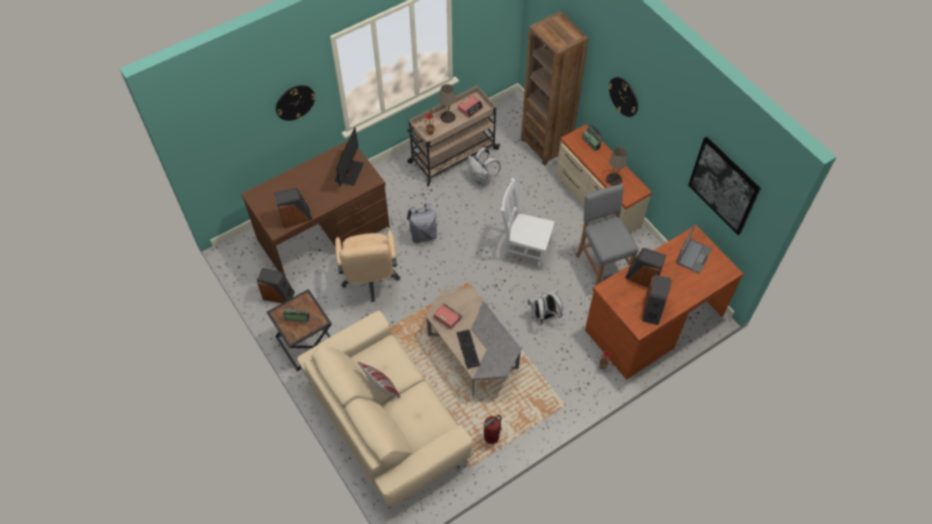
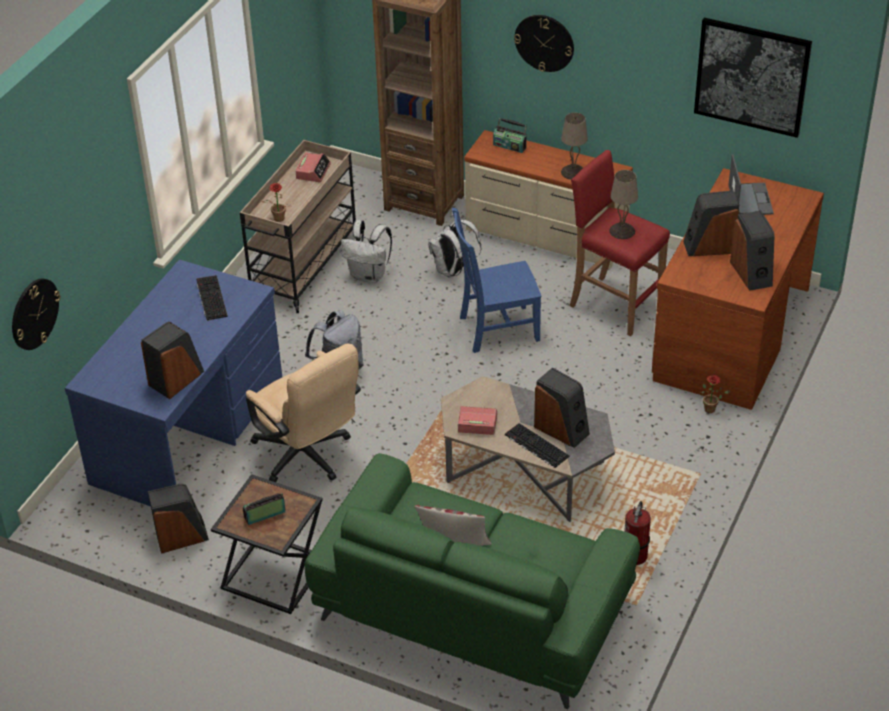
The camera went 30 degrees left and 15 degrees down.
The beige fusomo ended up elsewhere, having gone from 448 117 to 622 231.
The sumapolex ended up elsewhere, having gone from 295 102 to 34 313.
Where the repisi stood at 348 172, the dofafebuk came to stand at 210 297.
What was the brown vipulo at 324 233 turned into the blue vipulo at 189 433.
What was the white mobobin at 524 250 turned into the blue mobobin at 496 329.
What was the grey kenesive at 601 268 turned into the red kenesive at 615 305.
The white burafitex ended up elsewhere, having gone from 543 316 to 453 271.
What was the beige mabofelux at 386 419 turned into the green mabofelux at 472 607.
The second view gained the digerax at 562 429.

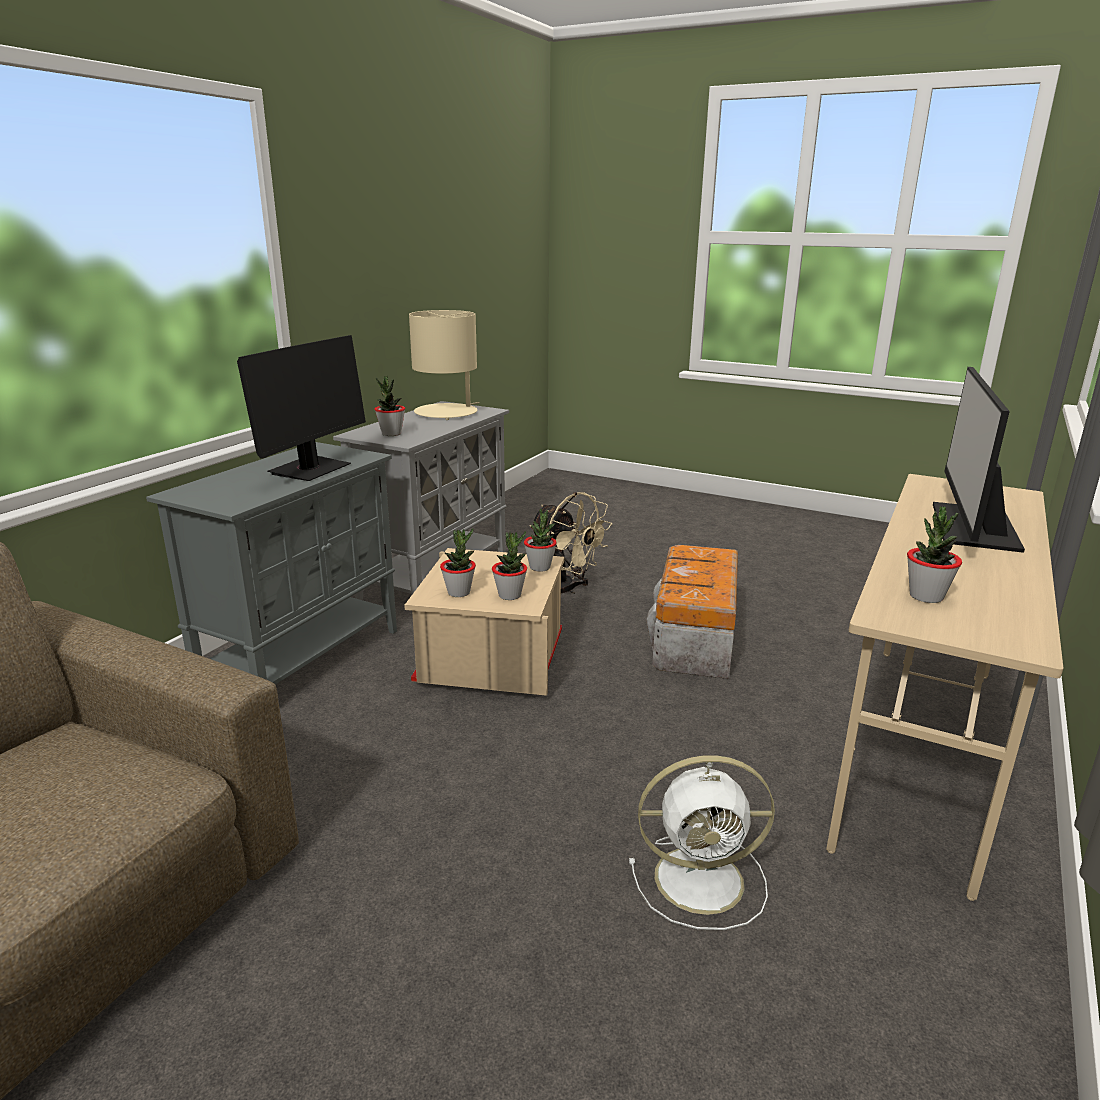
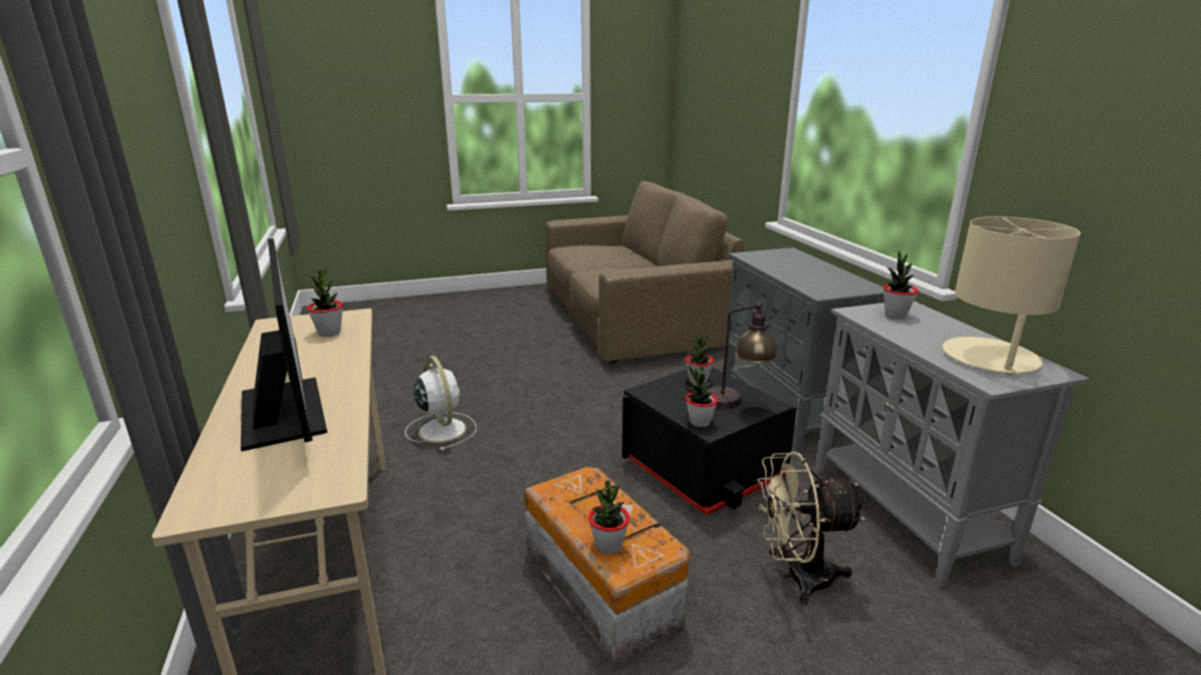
The camera went 135 degrees right and 0 degrees up.
The second view lost the repisi at 310 469.
The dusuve ended up elsewhere, having gone from 510 595 to 608 545.
What was the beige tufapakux at 489 660 turned into the black tufapakux at 703 468.
The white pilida at 703 879 ended up facing another way, 105 degrees clockwise from before.
The second view gained the fusomo at 736 403.

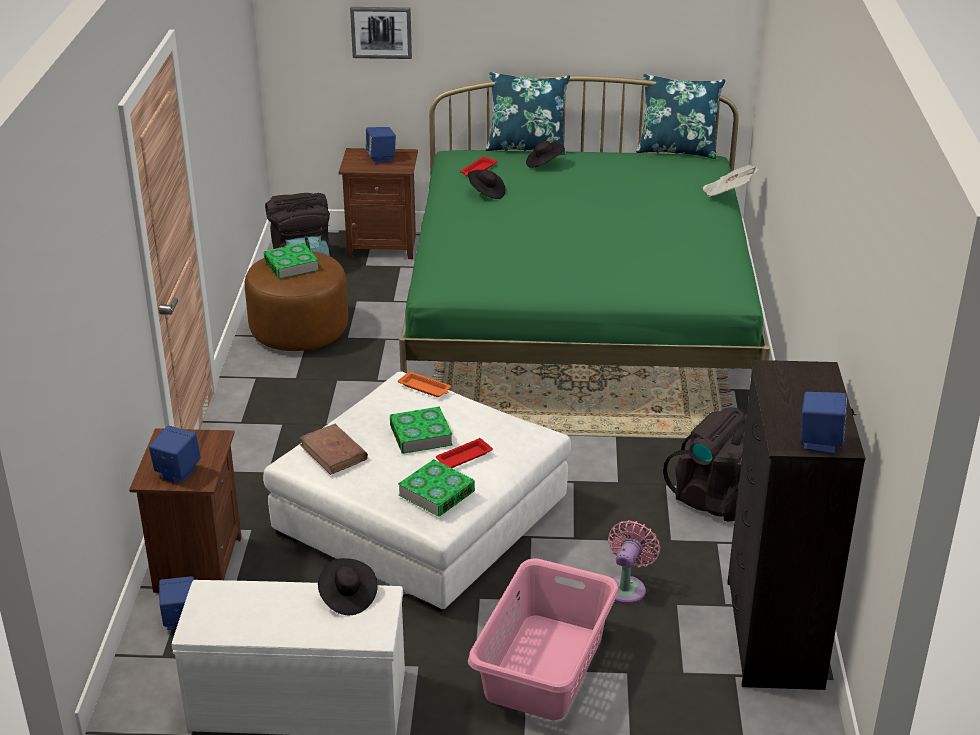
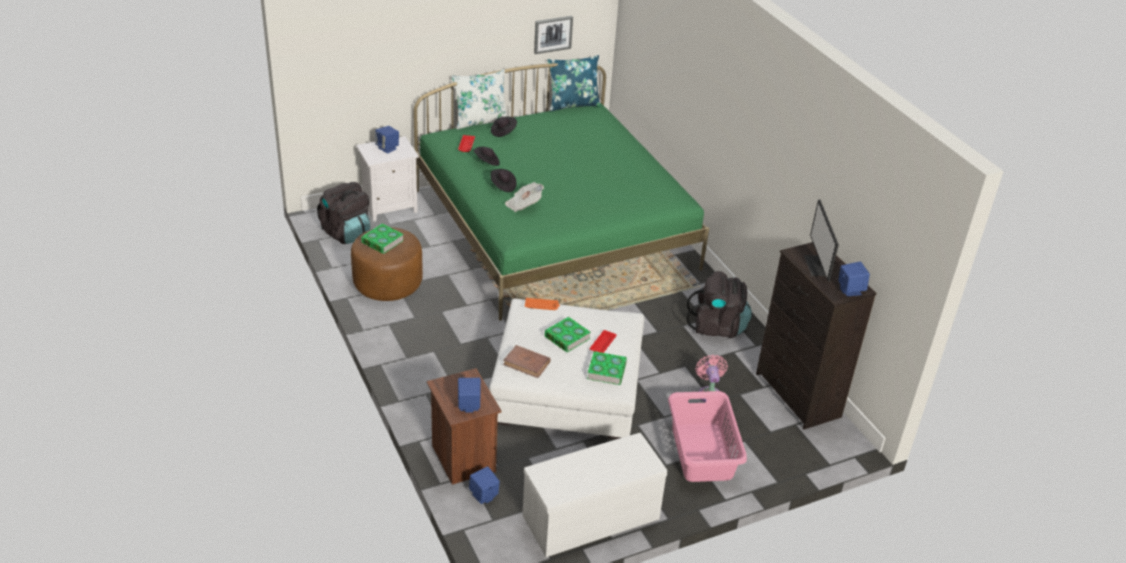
The camera went 30 degrees left and 5 degrees up.
The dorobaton ended up elsewhere, having gone from 381 32 to 553 34.
What was the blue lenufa at 527 147 turned into the white lenufa at 480 121.
What was the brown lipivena at 382 246 turned into the white lipivena at 389 207.
The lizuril ended up elsewhere, having gone from 727 193 to 523 205.
The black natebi ended up elsewhere, having gone from 347 597 to 503 186.
The second view gained the repisi at 818 266.

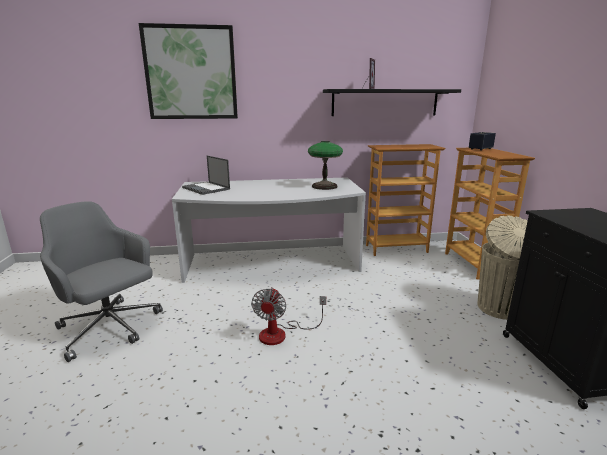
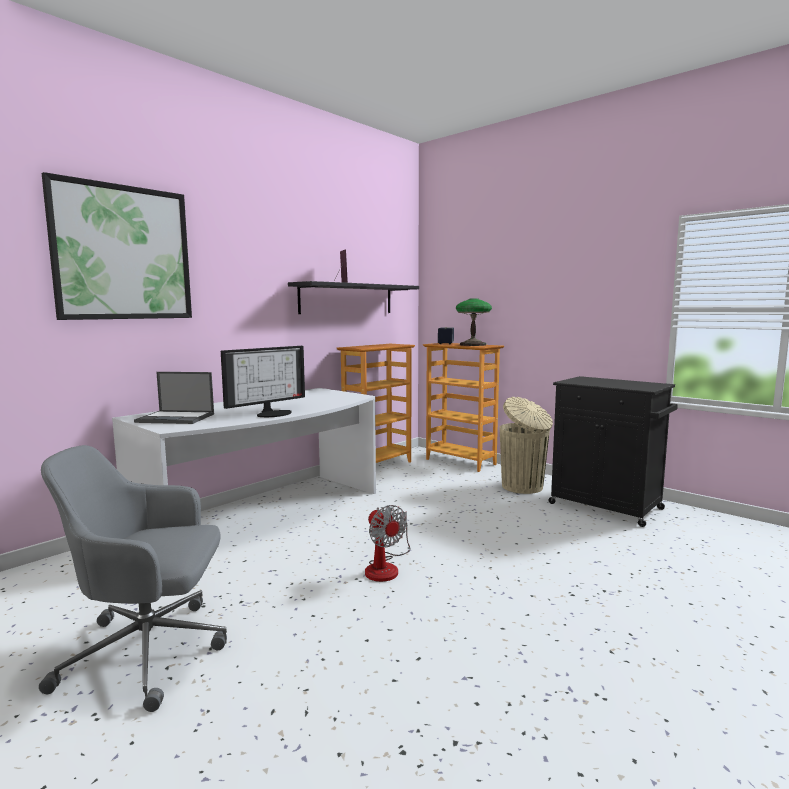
The camera went 40 degrees left and 10 degrees down.
The fusomo ended up elsewhere, having gone from 324 186 to 472 345.
The second view gained the repisi at 273 413.

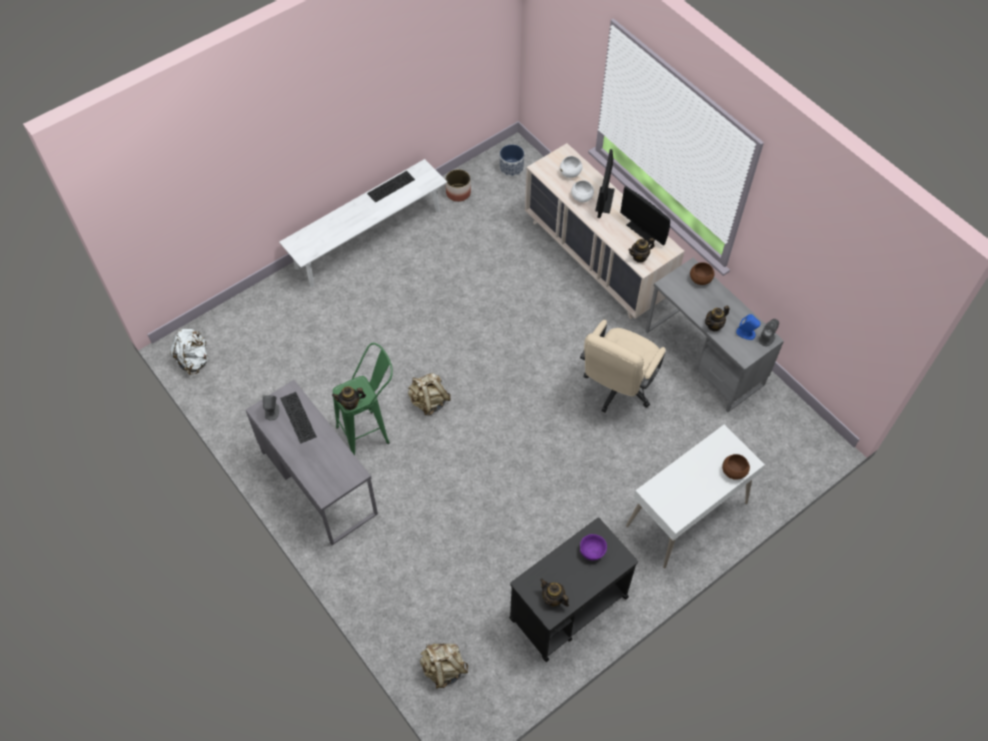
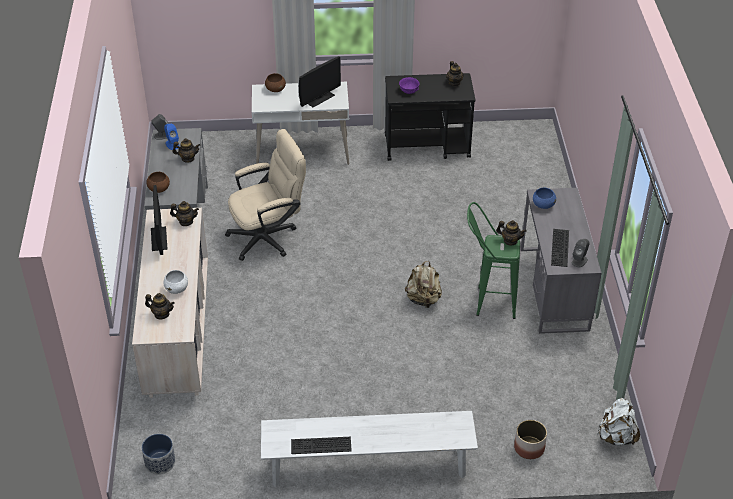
The camera went 145 degrees left and 15 degrees down.
The repisi ended up elsewhere, having gone from 605 200 to 319 98.
Where the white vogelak stood at 570 173, the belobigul came to stand at 161 314.
The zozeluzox ended up elsewhere, having gone from 458 192 to 529 448.
The second view lost the beige burafitex at 443 669.
The second view gained the blue vogelak at 543 205.

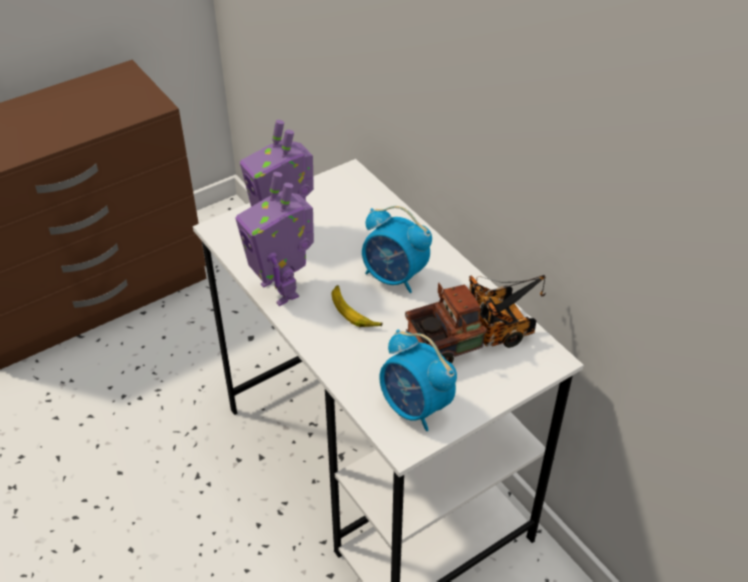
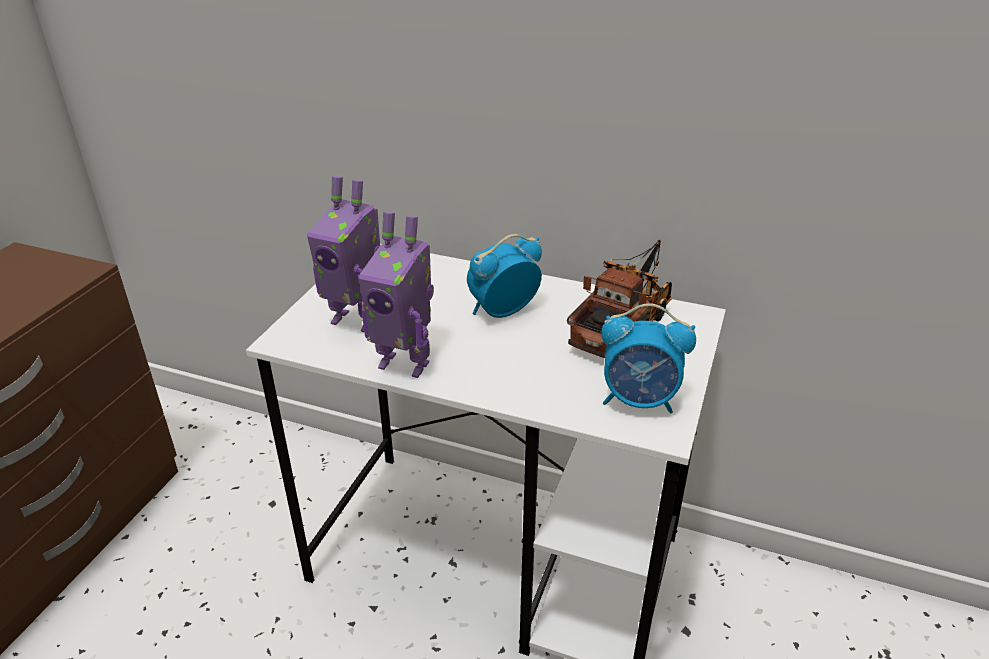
The camera went 35 degrees left and 10 degrees down.
The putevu at 394 277 ended up facing another way, 150 degrees clockwise from before.
The second view lost the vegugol at 354 312.

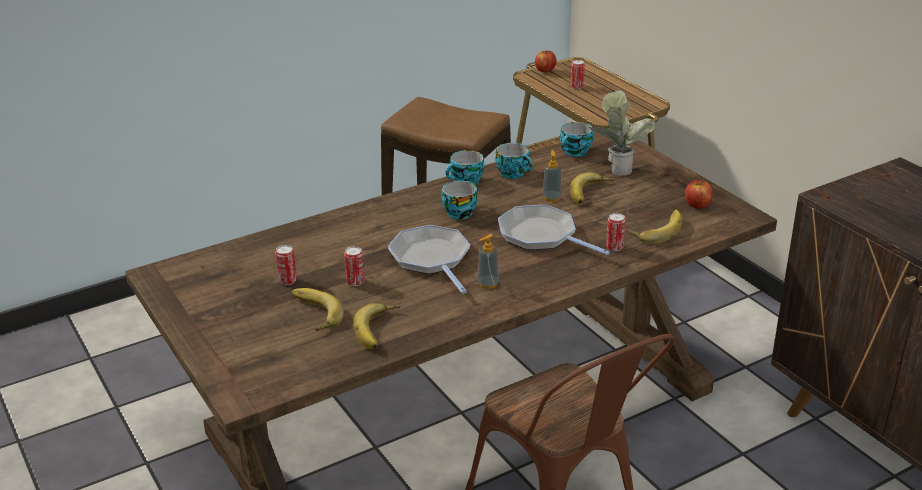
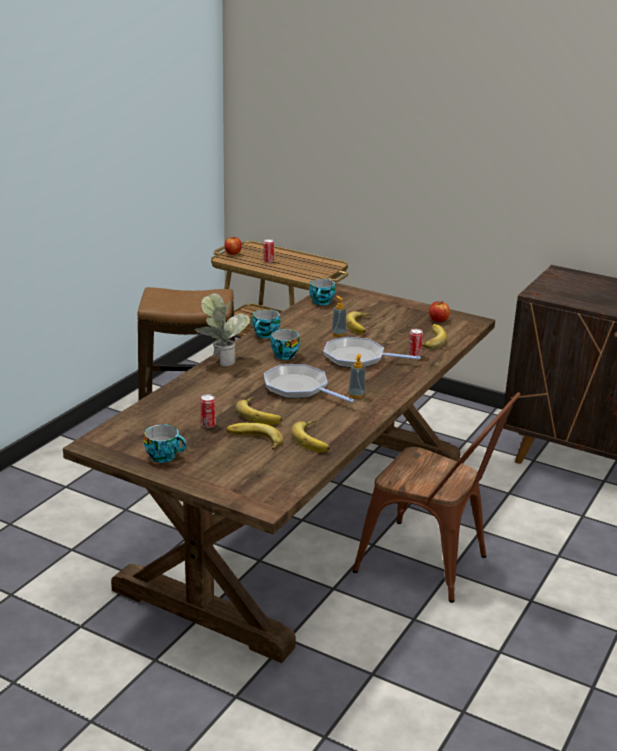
The camera went 30 degrees left and 5 degrees down.
The dusuve ended up elsewhere, having gone from 617 167 to 221 360.
The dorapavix ended up elsewhere, having gone from 514 173 to 164 456.
Where the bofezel stood at 355 282, the vegugol came to stand at 261 414.

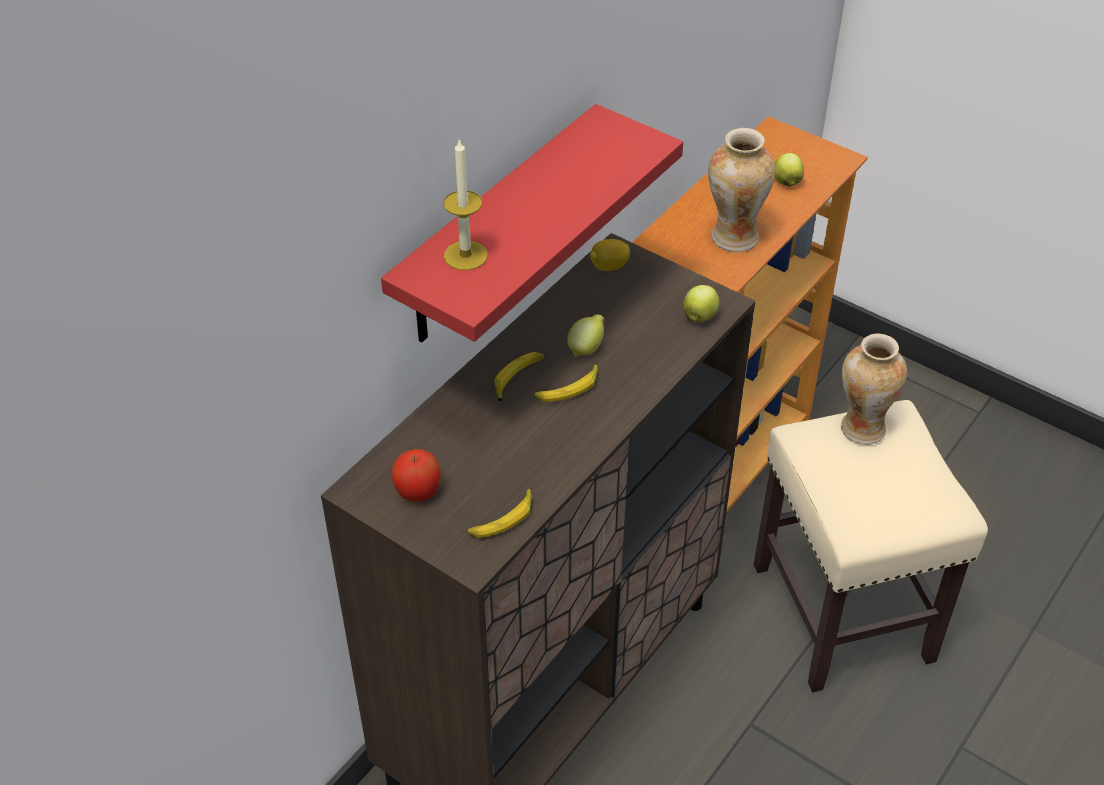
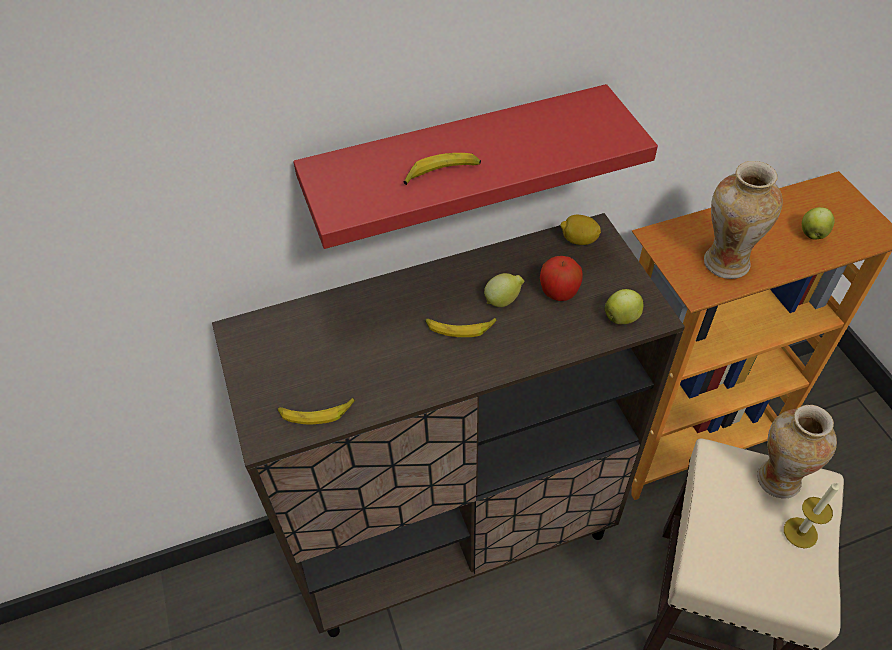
The camera went 35 degrees right and 5 degrees up.
The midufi ended up elsewhere, having gone from 465 255 to 800 532.
The vegugol ended up elsewhere, having gone from 518 379 to 441 173.
The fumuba ended up elsewhere, having gone from 418 491 to 559 292.

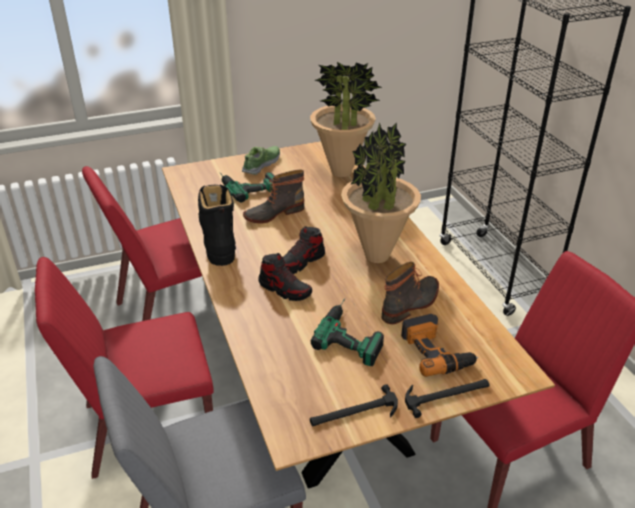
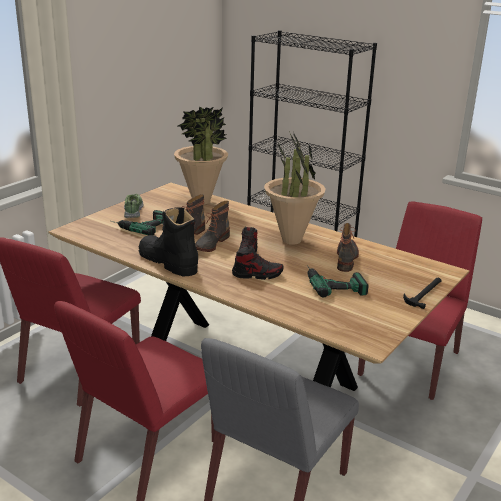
The camera went 35 degrees left and 10 degrees down.
The second view lost the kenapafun at 436 351.
The second view lost the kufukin at 354 413.
The second view gained the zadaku at 211 243.

